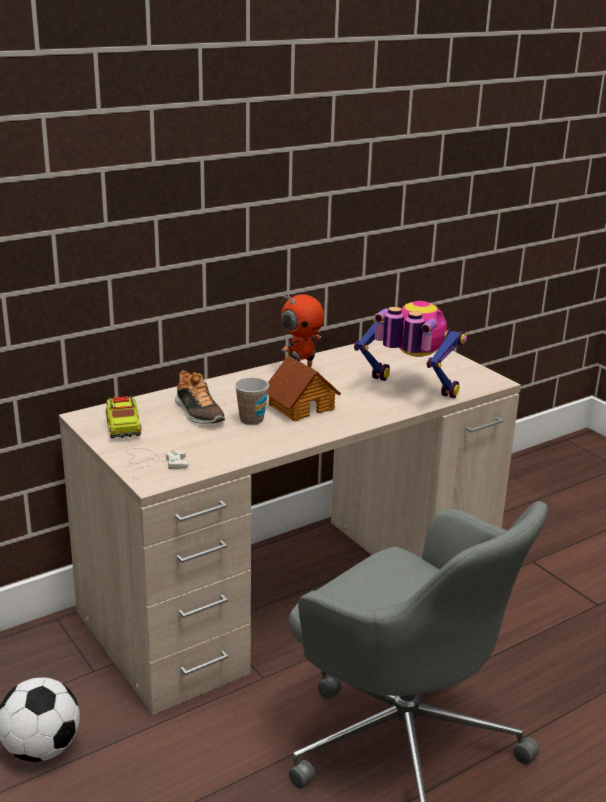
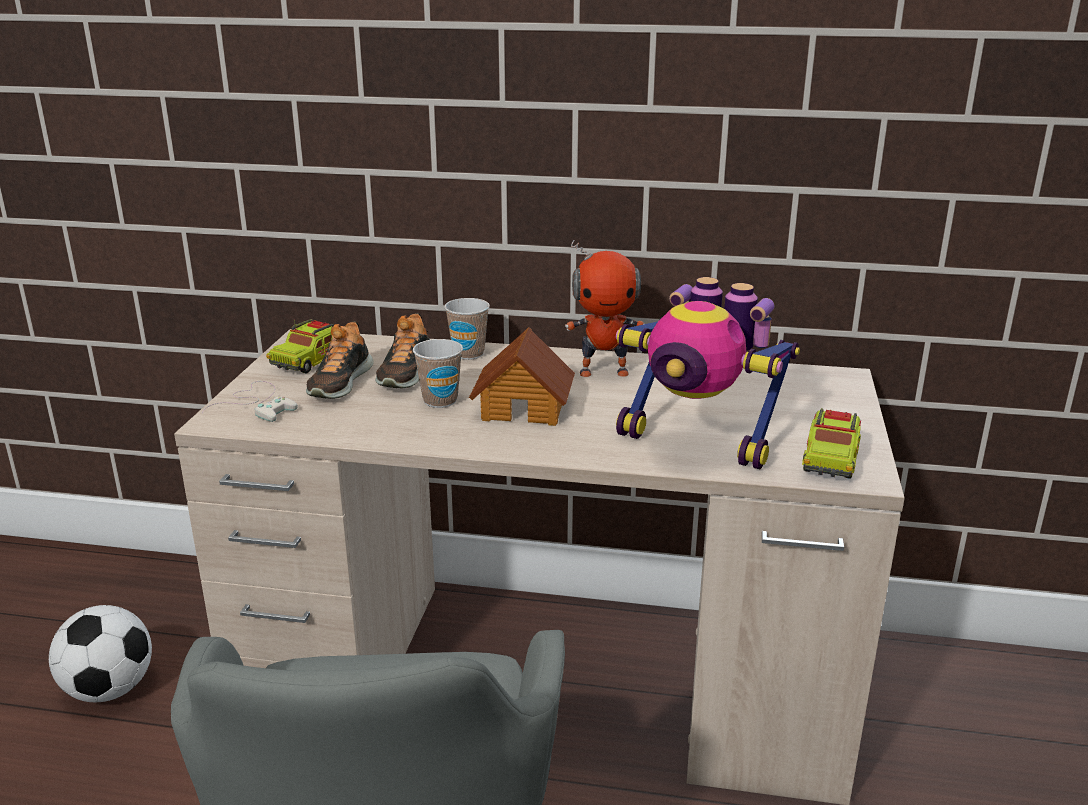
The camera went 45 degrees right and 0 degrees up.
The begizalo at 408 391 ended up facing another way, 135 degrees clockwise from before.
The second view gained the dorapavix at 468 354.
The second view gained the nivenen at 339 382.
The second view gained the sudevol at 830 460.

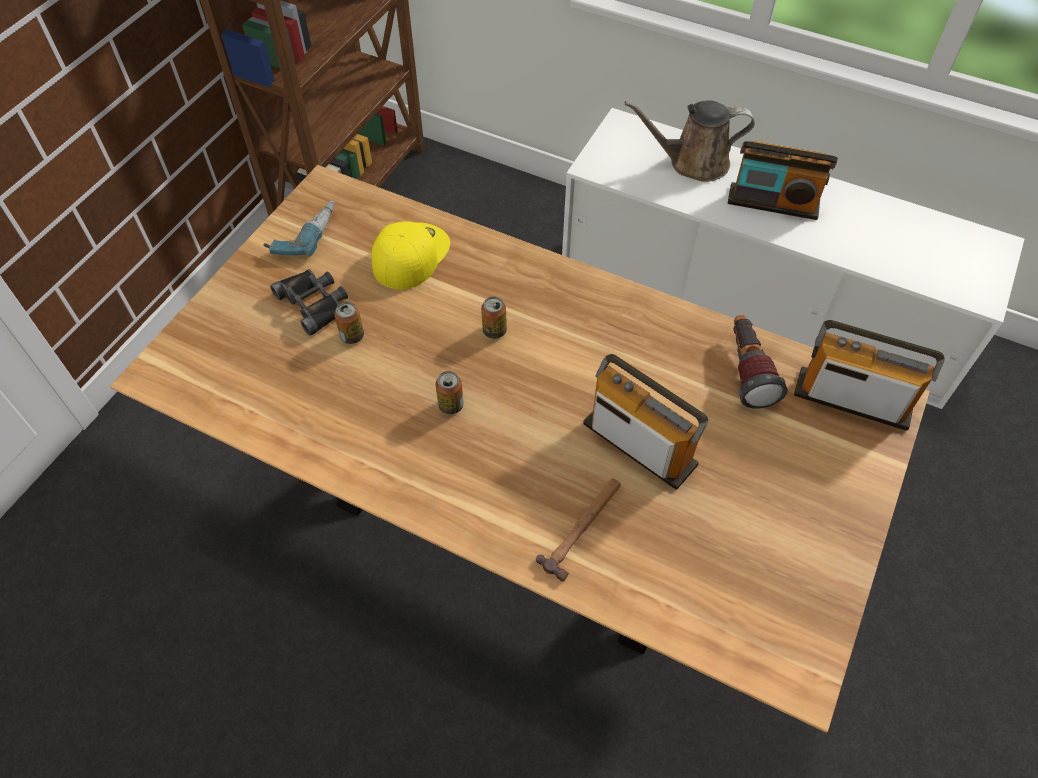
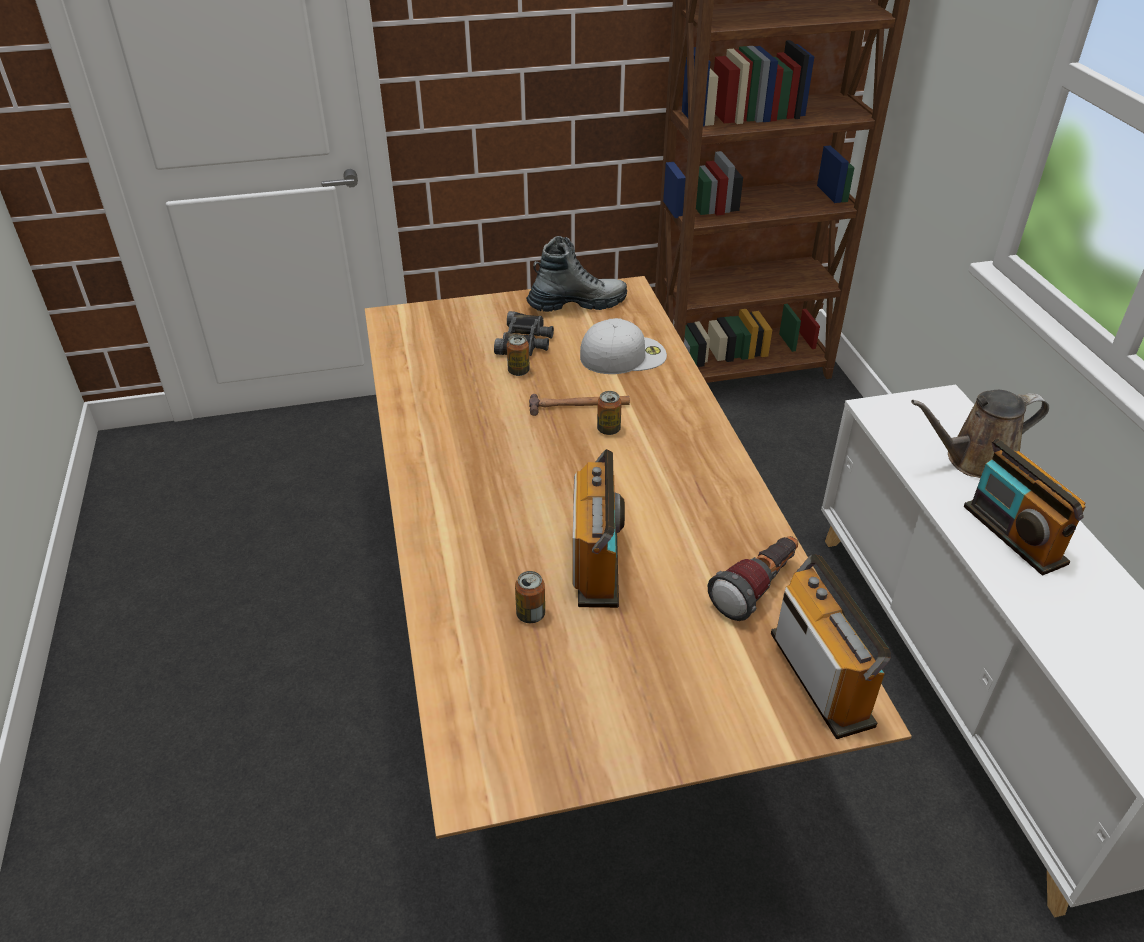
The camera went 50 degrees right and 15 degrees down.
The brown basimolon at 693 162 ended up facing another way, 60 degrees counterclockwise from before.
Where the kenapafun stood at 303 233, the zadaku came to stand at 577 304.
What was the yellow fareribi at 410 254 turned into the white fareribi at 623 355.
The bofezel ended up elsewhere, having gone from 451 405 to 530 614.
The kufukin ended up elsewhere, having gone from 583 528 to 579 406.

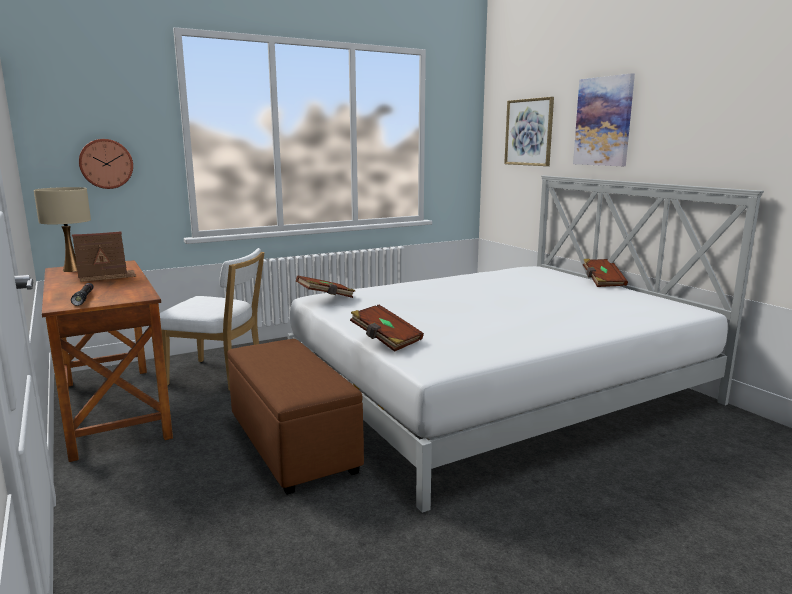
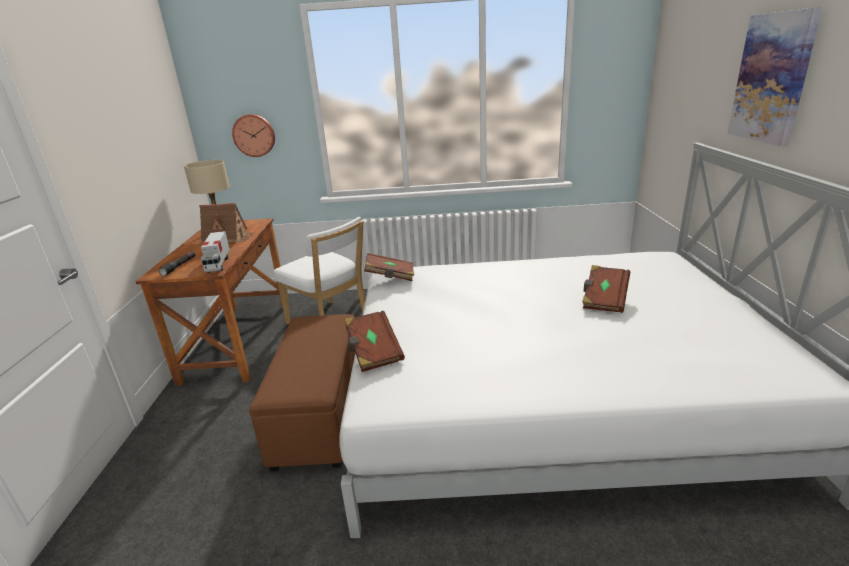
The camera went 30 degrees right and 10 degrees up.
The second view lost the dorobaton at 529 132.
The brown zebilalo ended up elsewhere, having gone from 602 282 to 604 299.
The second view gained the sudevol at 218 263.

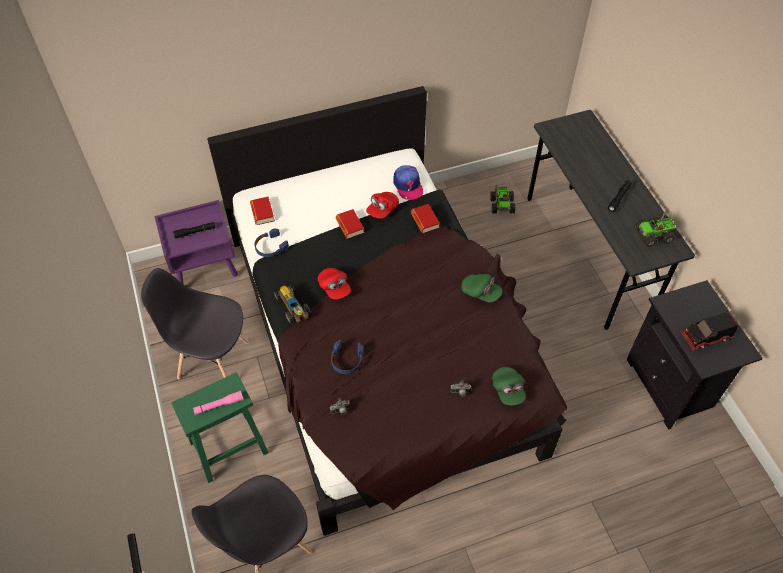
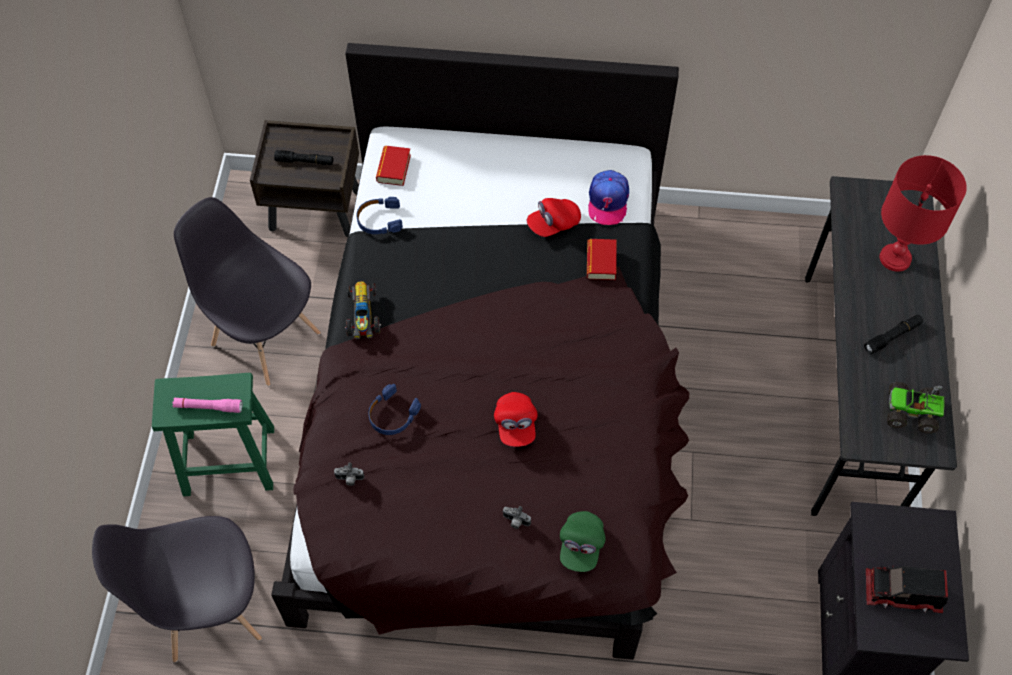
The camera went 25 degrees right and 5 degrees up.
The second view lost the sudevol at 502 205.
What was the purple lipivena at 205 267 turned into the brown lipivena at 316 210.
The second view lost the zebilalo at 350 226.
The red fareribi ended up elsewhere, having gone from 334 288 to 515 425.
The second view lost the green fareribi at 481 292.
The second view gained the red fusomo at 895 258.

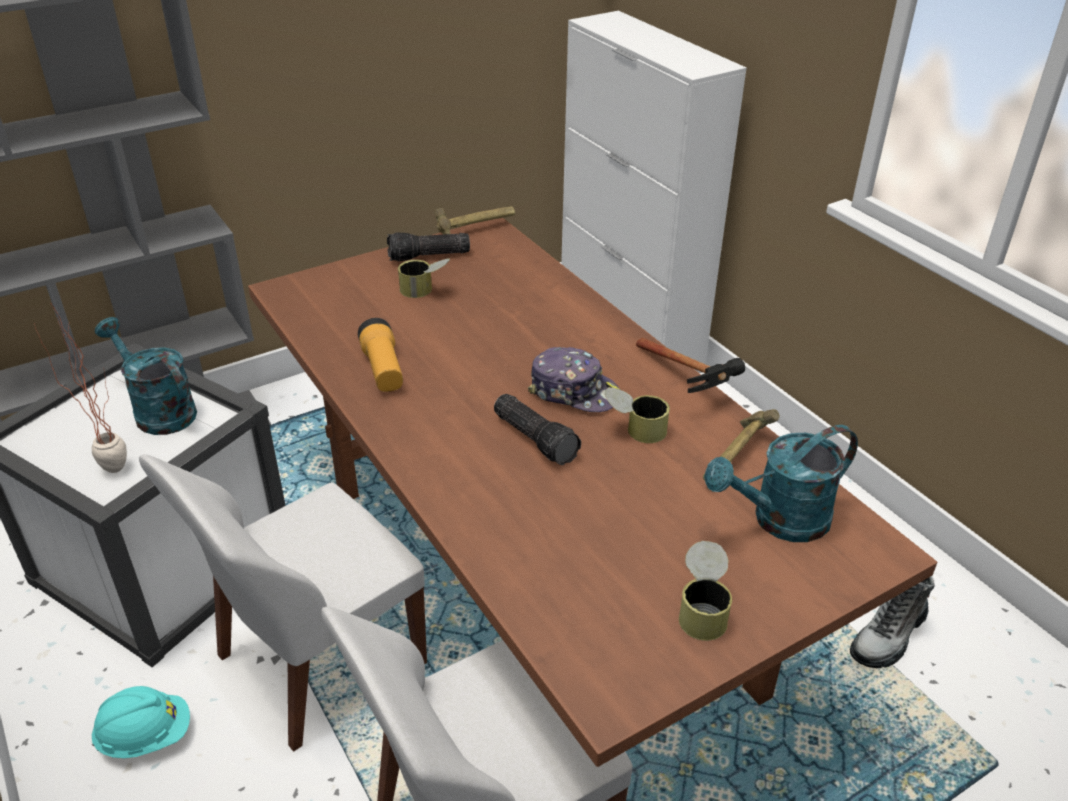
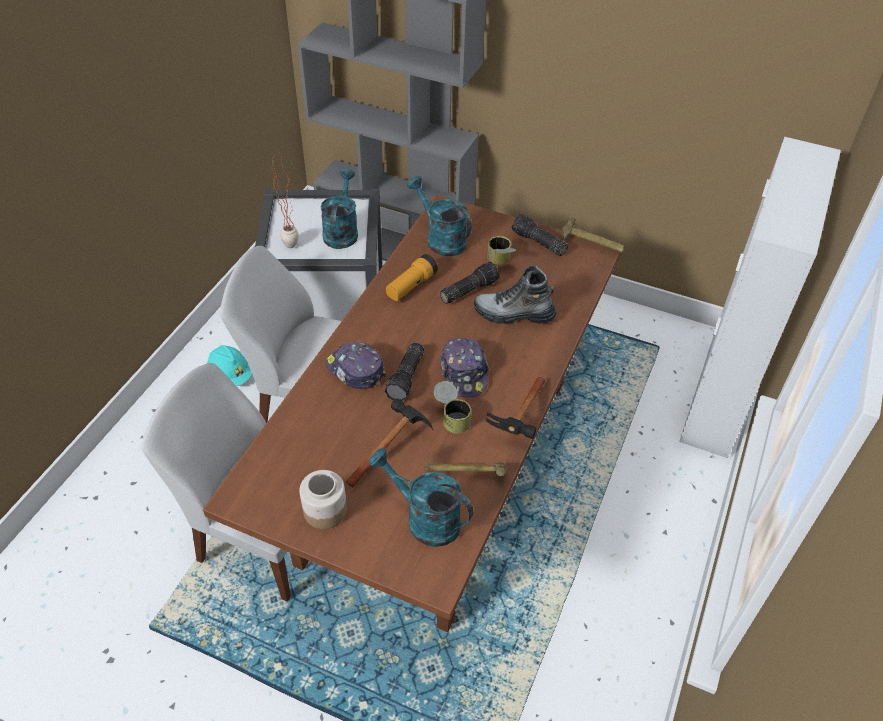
The camera went 55 degrees right and 10 degrees up.
Where the bofezel stood at 703 609, the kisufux came to stand at 324 511.
The zadaku ended up elsewhere, having gone from 888 636 to 513 314.
The second view gained the turquoise basimolon at 441 239.
The second view gained the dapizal at 468 290.
The second view gained the fareribi at 355 370.
The second view gained the kufukin at 392 447.

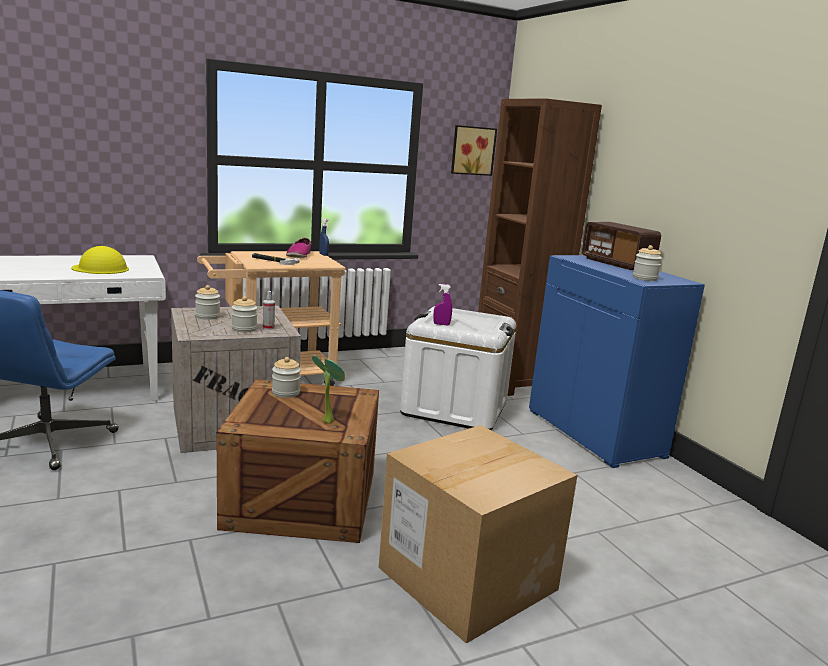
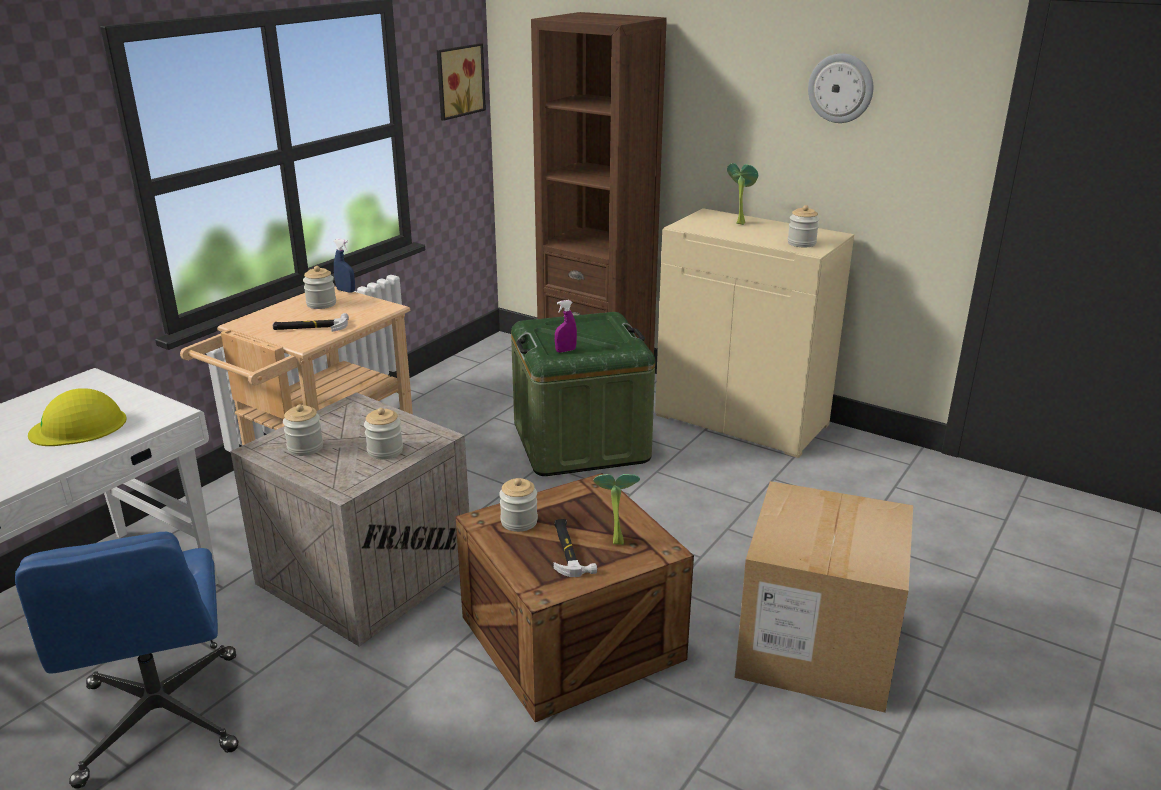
The camera went 30 degrees left and 10 degrees up.
Where the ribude stood at 616 263, the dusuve came to stand at 739 223.
Where the nivenen stood at 299 256, the kisufux came to stand at 321 304.
What was the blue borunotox at 596 433 turned into the beige borunotox at 742 420.
The second view lost the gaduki at 268 328.
What was the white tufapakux at 455 407 turned into the green tufapakux at 580 442.
The second view gained the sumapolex at 841 88.
The second view gained the kufukin at 569 550.

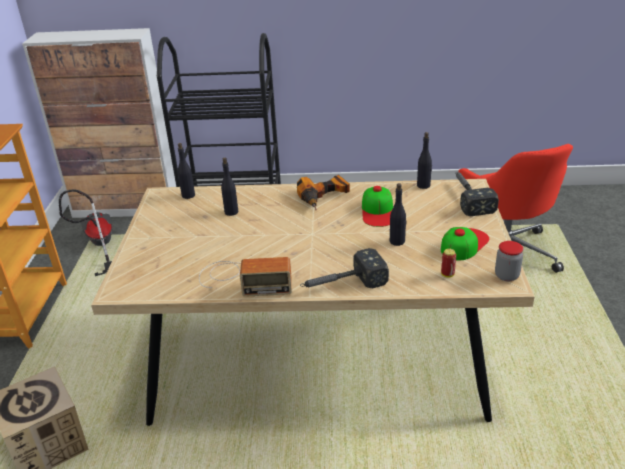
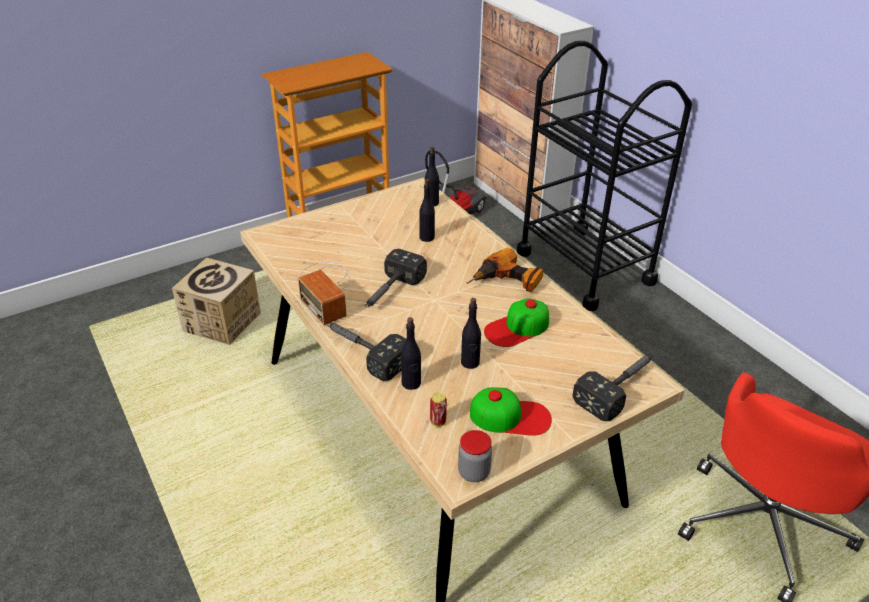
The camera went 55 degrees right and 5 degrees up.
The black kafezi ended up elsewhere, having gone from 423 185 to 411 383.
The second view gained the kufukin at 389 292.

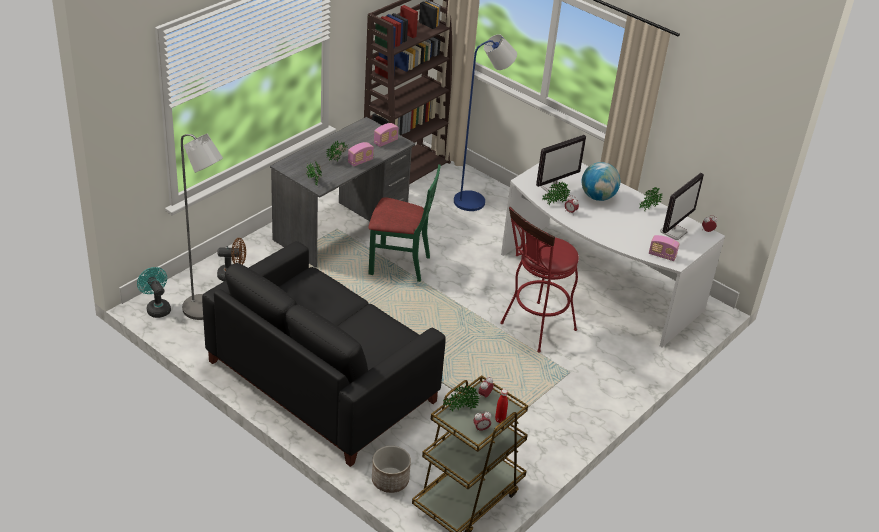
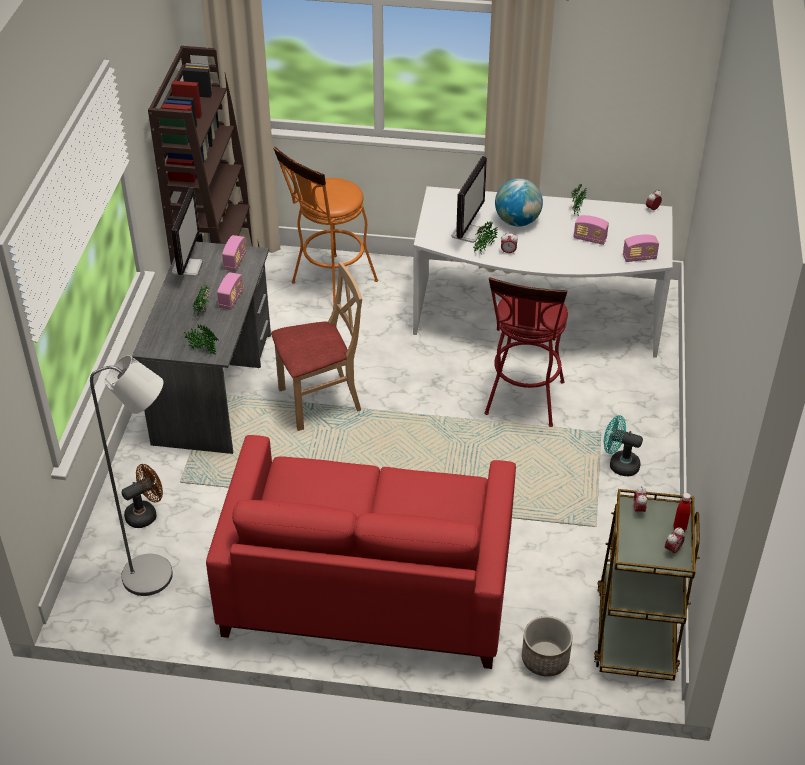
The camera went 30 degrees left and 5 degrees up.
Where the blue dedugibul stood at 475 201, the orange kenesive came to stand at 329 285.
What was the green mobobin at 399 264 turned into the beige mobobin at 320 401.
The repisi ended up elsewhere, having gone from 673 231 to 187 267.
What was the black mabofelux at 322 380 turned into the red mabofelux at 367 585.
The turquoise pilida ended up elsewhere, having gone from 157 308 to 619 464.
The second view lost the dusuve at 460 409.
The second view gained the ribude at 589 239.

